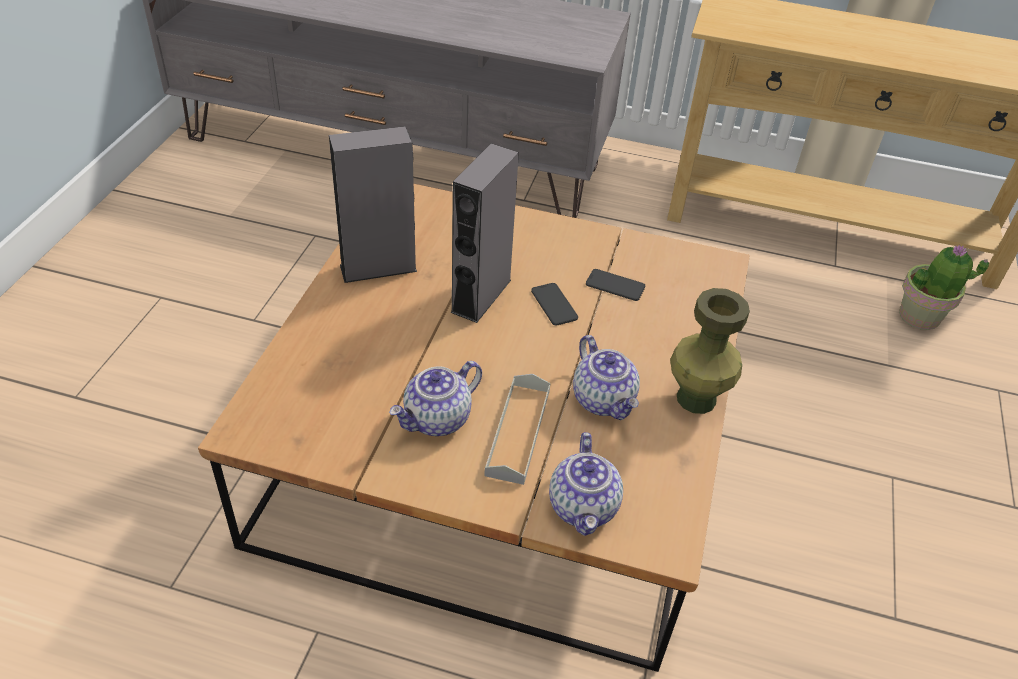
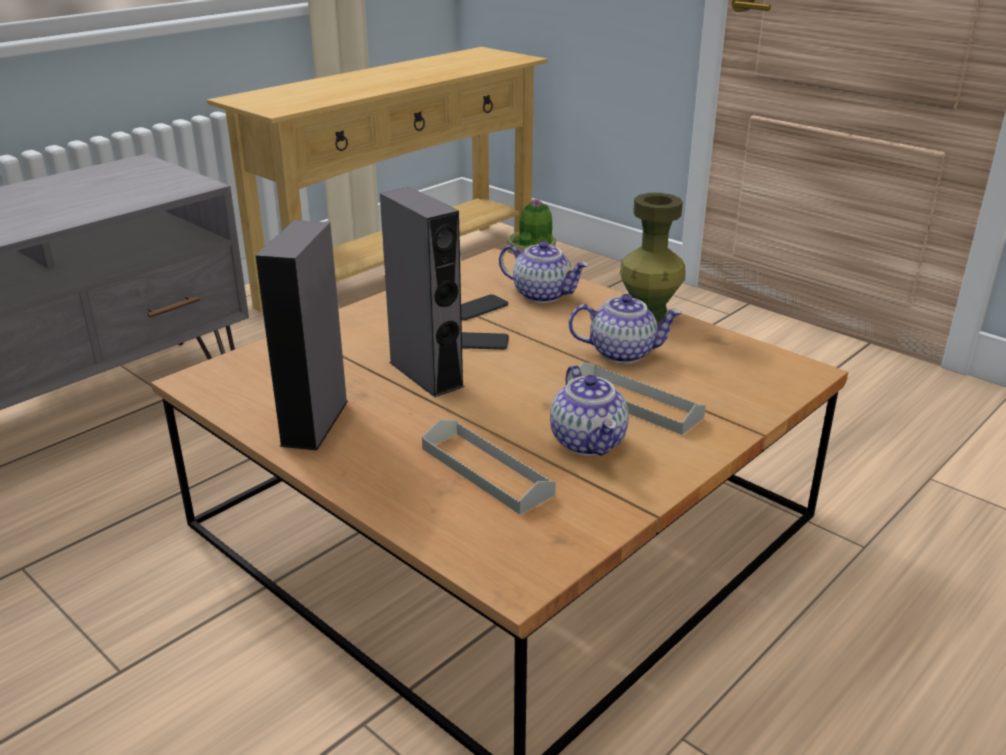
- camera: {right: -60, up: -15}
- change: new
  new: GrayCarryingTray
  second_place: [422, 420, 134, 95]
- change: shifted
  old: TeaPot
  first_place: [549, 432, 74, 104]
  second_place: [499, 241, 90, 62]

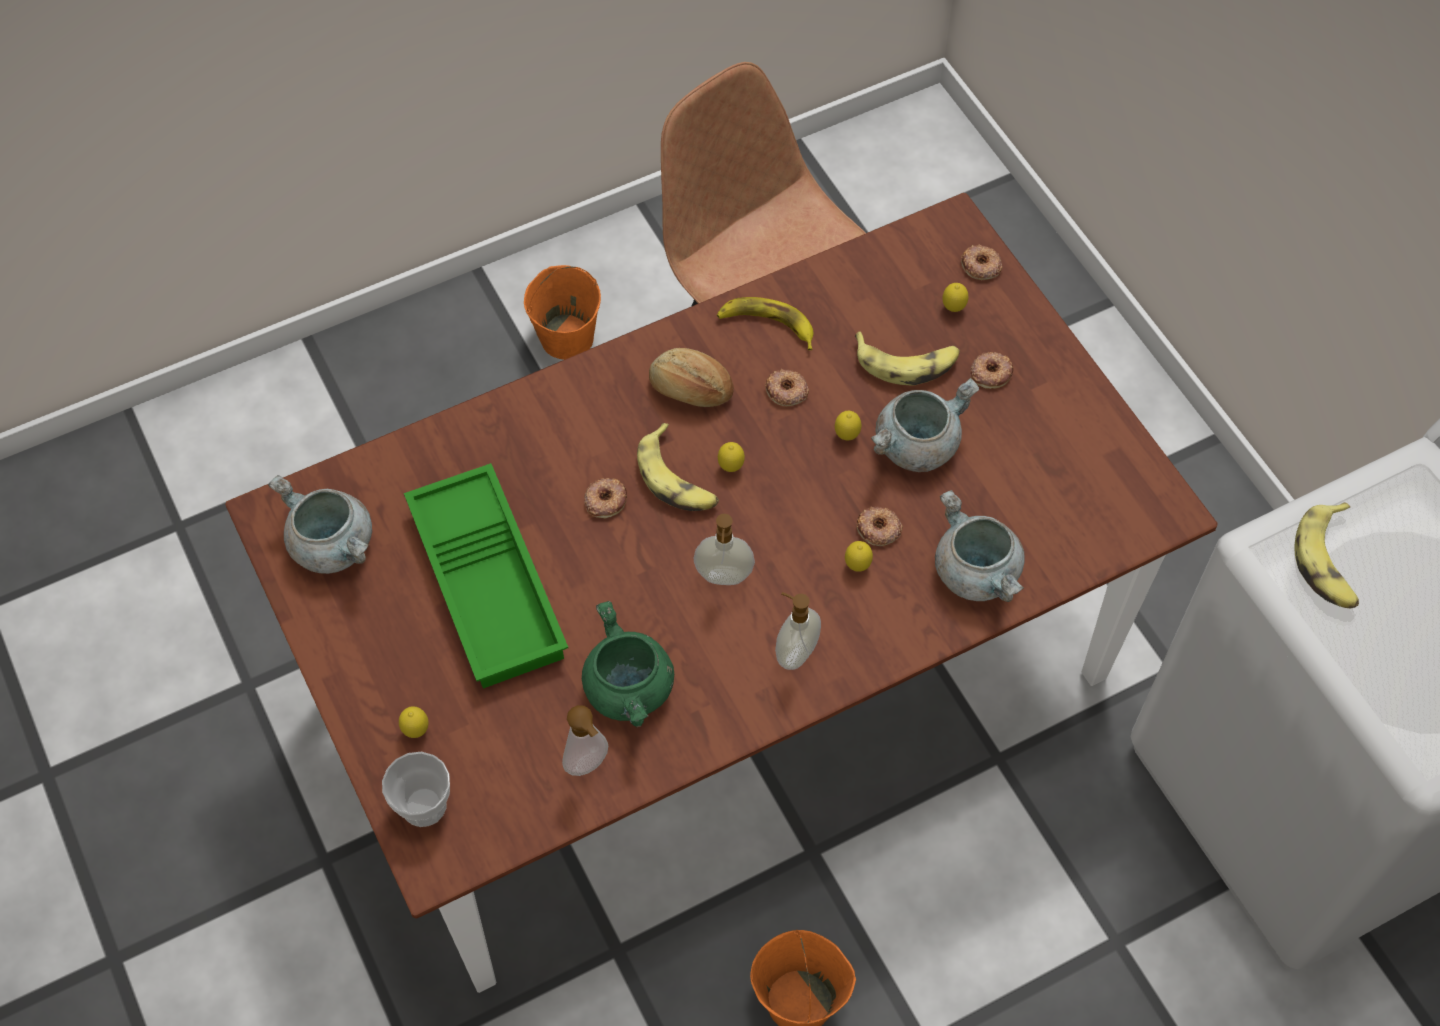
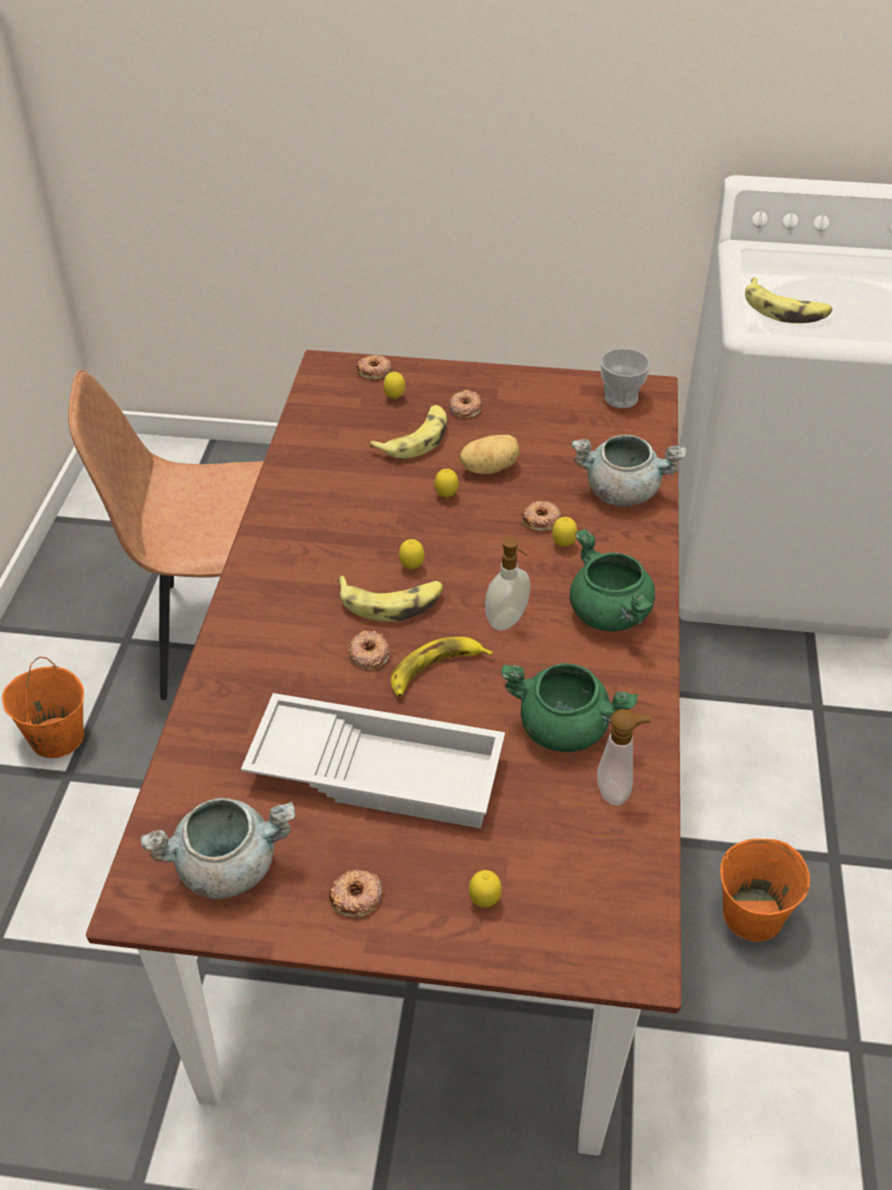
- camera: {right: -55, up: -15}
- change: repainted
  old: GreenColouredCarryingTray
  new: WhiteCarryingTray
  first_place: [404, 463, 164, 225]
  second_place: [241, 693, 264, 135]
- change: shifted
  old: RingDoughnut
  first_place: [765, 369, 44, 37]
  second_place: [329, 869, 54, 48]
- change: shifted
  old: BananaFruit
  first_place: [717, 297, 96, 53]
  second_place: [391, 637, 103, 60]
- change: swapped
  old: GrayStockpot
  new: Spud
  first_place: [871, 378, 108, 94]
  second_place: [459, 435, 60, 39]
- change: swapped
  old: SoapBottle
  new: GreenColouredStockpot
  first_place: [775, 592, 46, 78]
  second_place: [570, 529, 85, 102]
- change: shifted
  old: DrinkingCup
  first_place: [382, 752, 68, 75]
  second_place: [601, 348, 49, 60]
- change: gone
  old: Bread
  first_place: [649, 348, 85, 59]

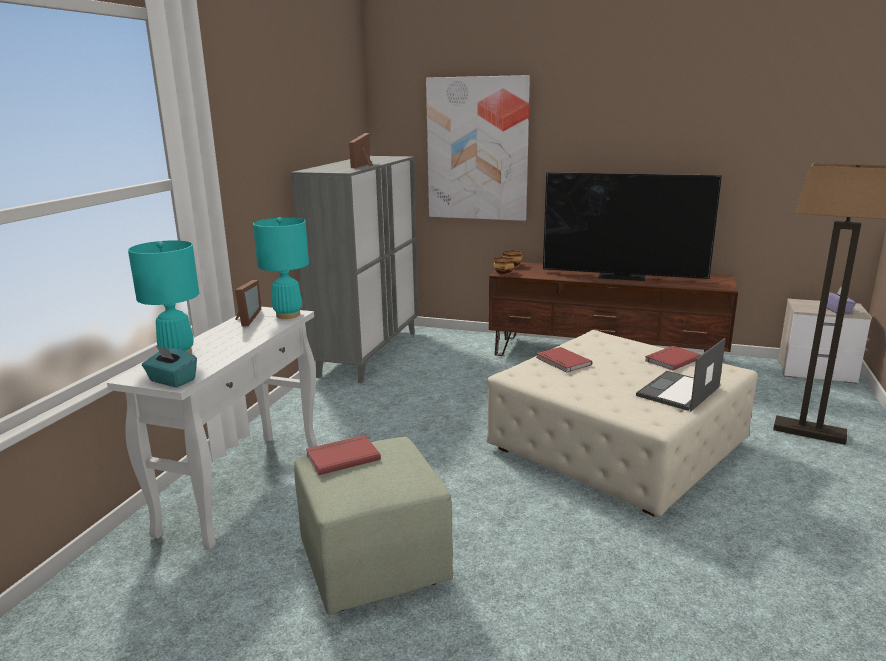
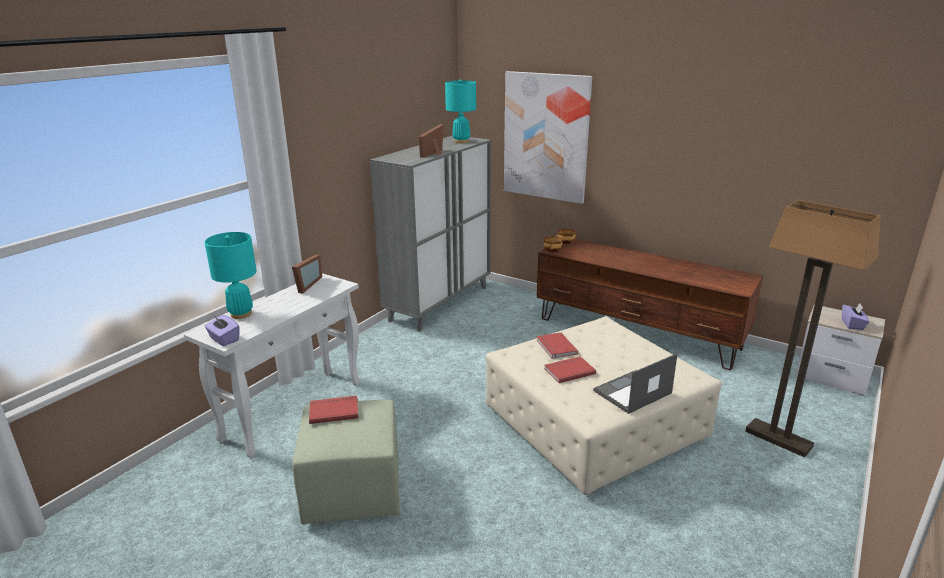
- camera: {right: 15, up: 5}
- change: repainted
  old: BlueGreenTissueBox
  new: PurpleTissueBox
  first_place: [142, 346, 55, 41]
  second_place: [204, 315, 35, 31]
- change: shifted
  old: BlueGreenLampForATable
  first_place: [253, 217, 56, 102]
  second_place: [445, 79, 31, 64]
- change: shifted
  old: RedColouredBook
  first_place: [645, 346, 56, 24]
  second_place: [544, 356, 52, 27]
- change: gone
  old: Tv
  first_place: [543, 172, 179, 109]

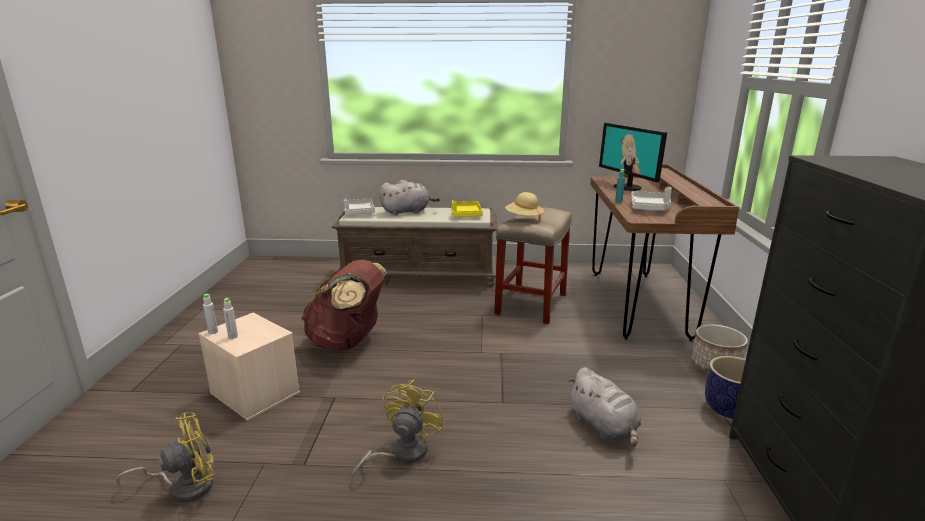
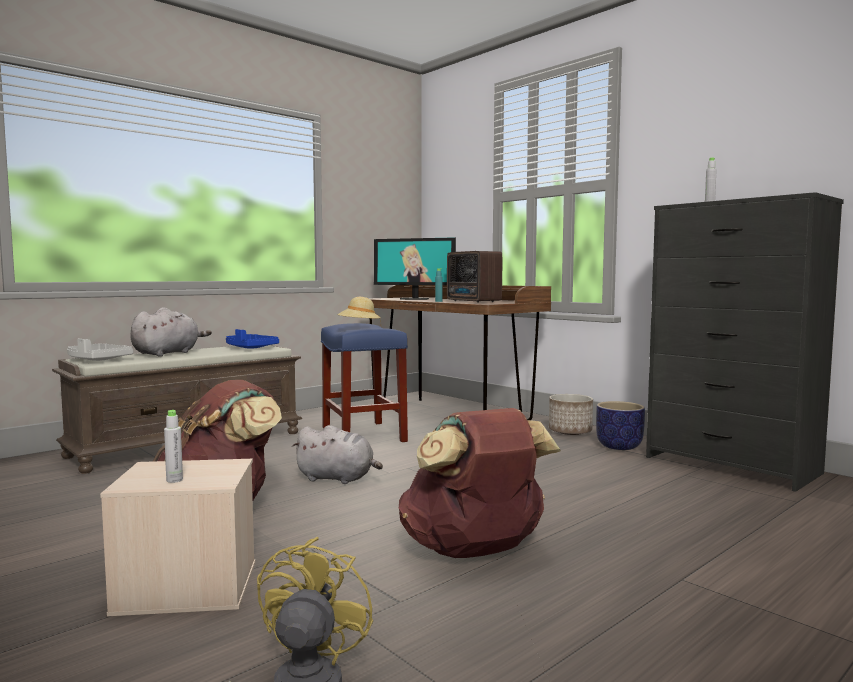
- camera: {right: -45, up: -15}
- change: repainted
  old: YellowCarryingTray
  new: BlueColouredCarryingTray
  first_place: [451, 200, 32, 17]
  second_place: [226, 329, 53, 20]
- change: shifted
  old: GraySoftToy
  first_place: [568, 367, 73, 80]
  second_place: [292, 425, 91, 59]
- change: repainted
  old: SandColouredStoolSeat
  new: BlueColouredStoolSeat
  first_place: [494, 207, 78, 117]
  second_place: [321, 323, 87, 119]
- change: swapped
  old: YellowElectricFan
  new: BrownBackpack
  first_place: [351, 380, 93, 100]
  second_place: [399, 408, 162, 150]
- change: swapped
  old: GrayCarryingTray
  new: RadioReceiver
  first_place: [631, 187, 41, 24]
  second_place: [447, 251, 55, 52]
- change: shifted
  old: GrayBeverageBottle
  first_place: [203, 294, 15, 40]
  second_place: [705, 158, 12, 44]

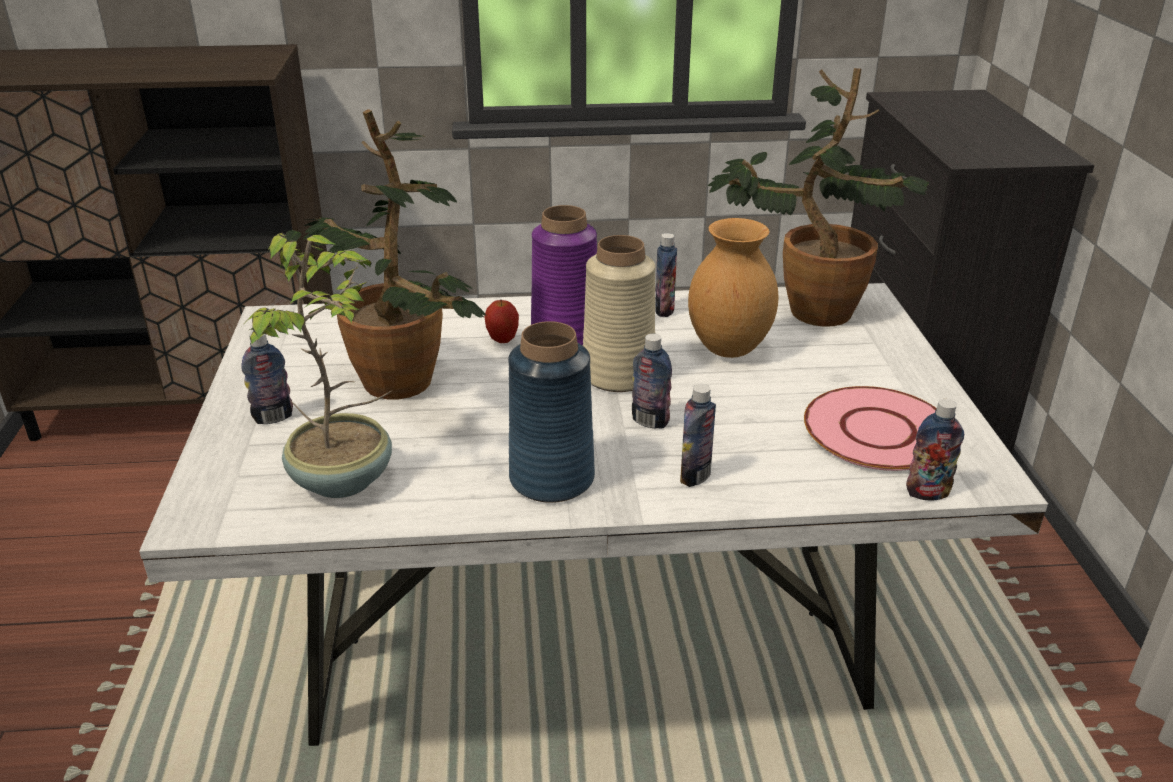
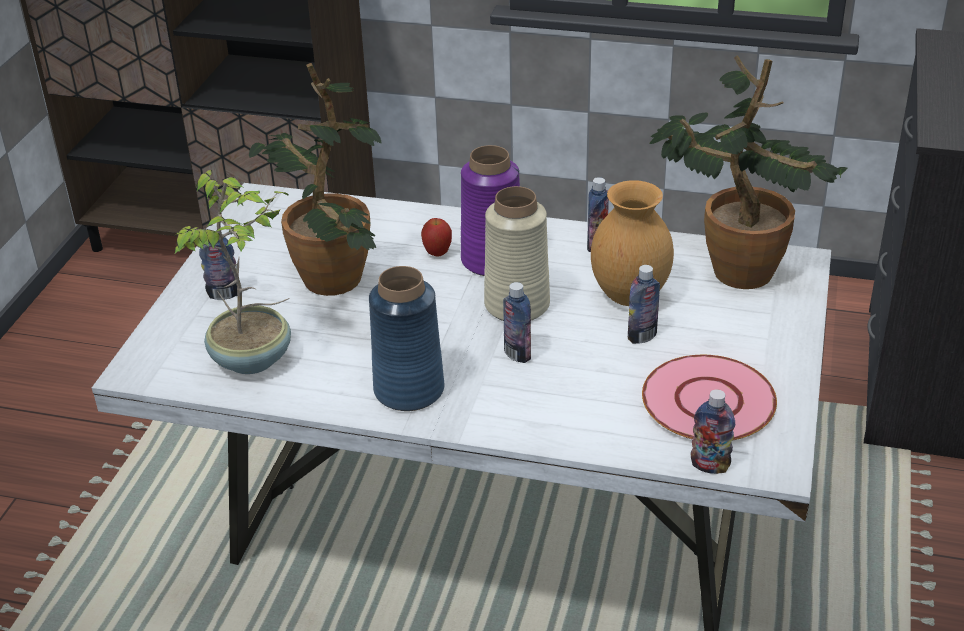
- camera: {right: 20, up: 5}
- change: shifted
  old: BeverageBottle
  first_place: [680, 384, 36, 103]
  second_place: [628, 265, 32, 79]

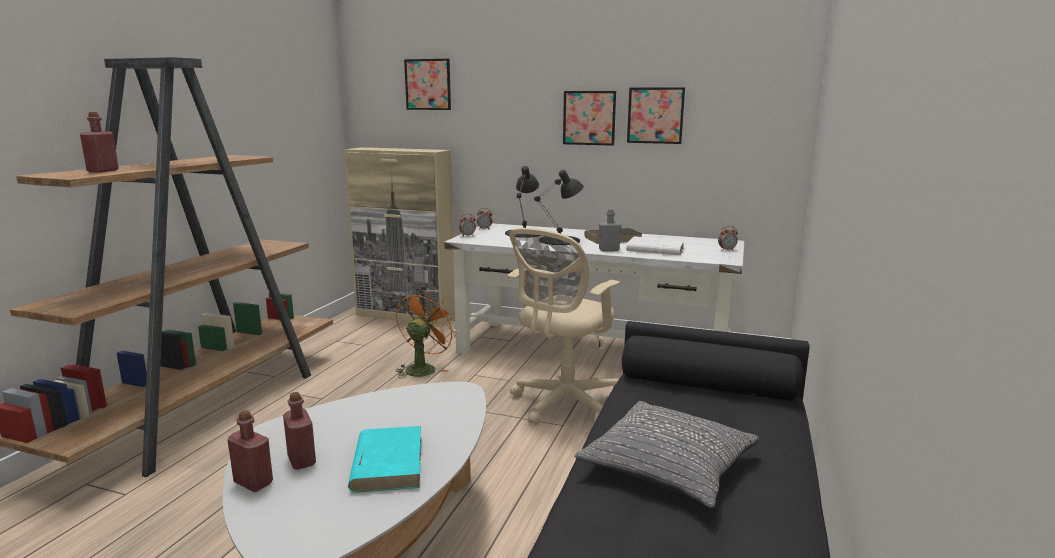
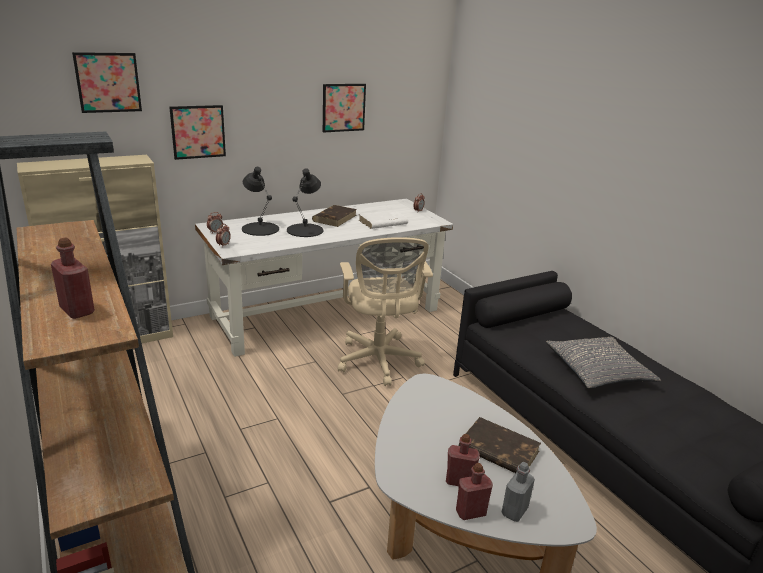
- camera: {right: -50, up: 10}
- change: shifted
  old: Picture
  first_place: [563, 91, 53, 55]
  second_place: [169, 105, 57, 55]
- change: repainted
  old: BlueGreenBook
  new: BrownBook
  first_place: [348, 426, 74, 67]
  second_place: [459, 417, 82, 56]
- change: shifted
  old: GrayBeverageBottle
  first_place: [599, 209, 23, 43]
  second_place: [501, 462, 34, 60]
- change: gone
  old: OrangeyElectricFan
  first_place: [395, 291, 62, 87]

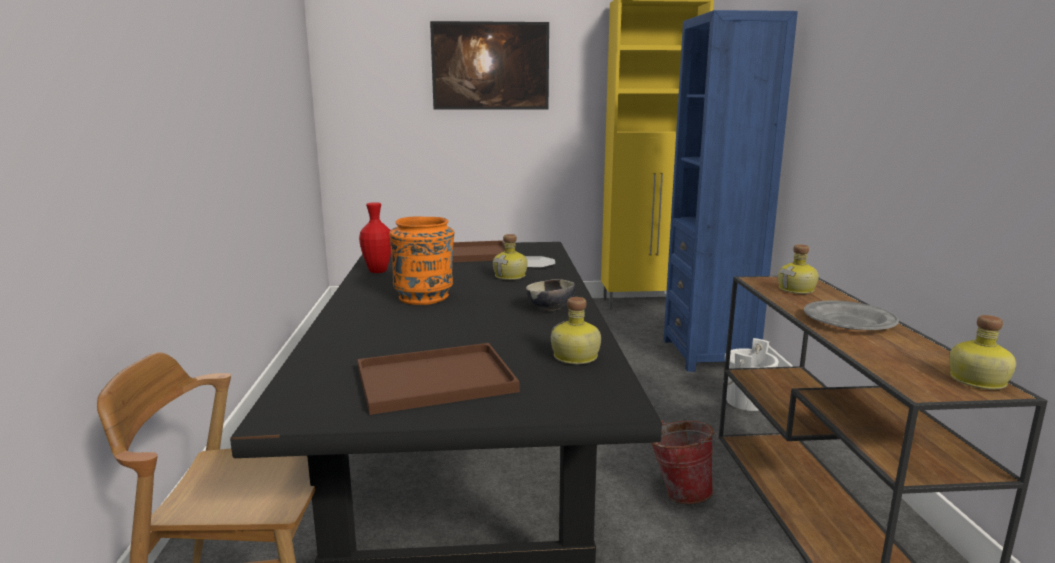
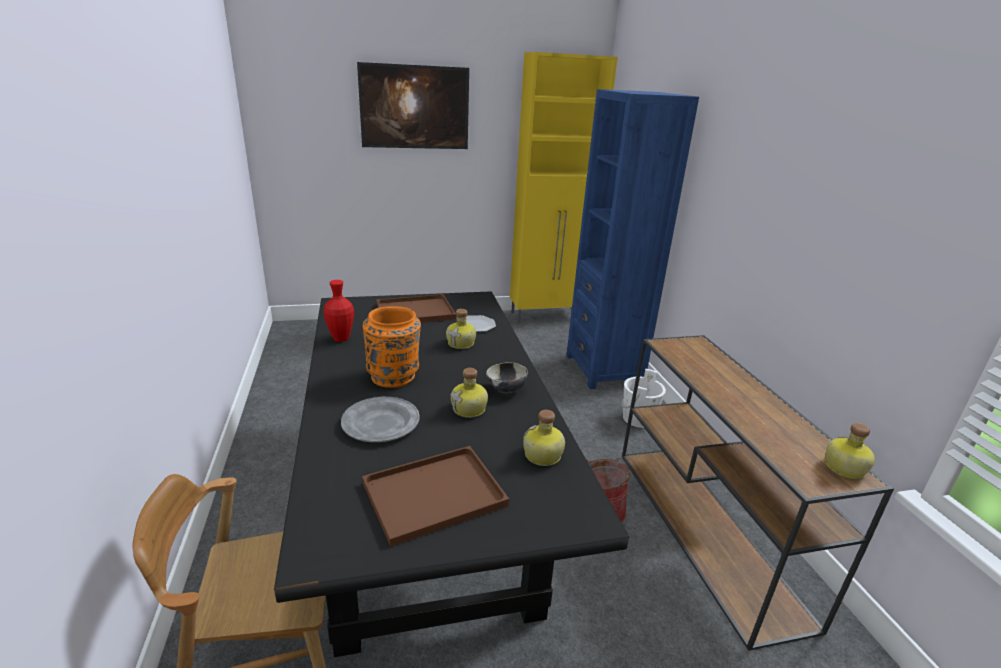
- camera: {right: -10, up: 10}
- change: shifted
  old: GrayFlatDish
  first_place: [804, 300, 95, 30]
  second_place: [341, 397, 79, 45]
- change: shifted
  old: BeverageBottle
  first_place: [778, 244, 41, 50]
  second_place: [451, 368, 37, 50]

